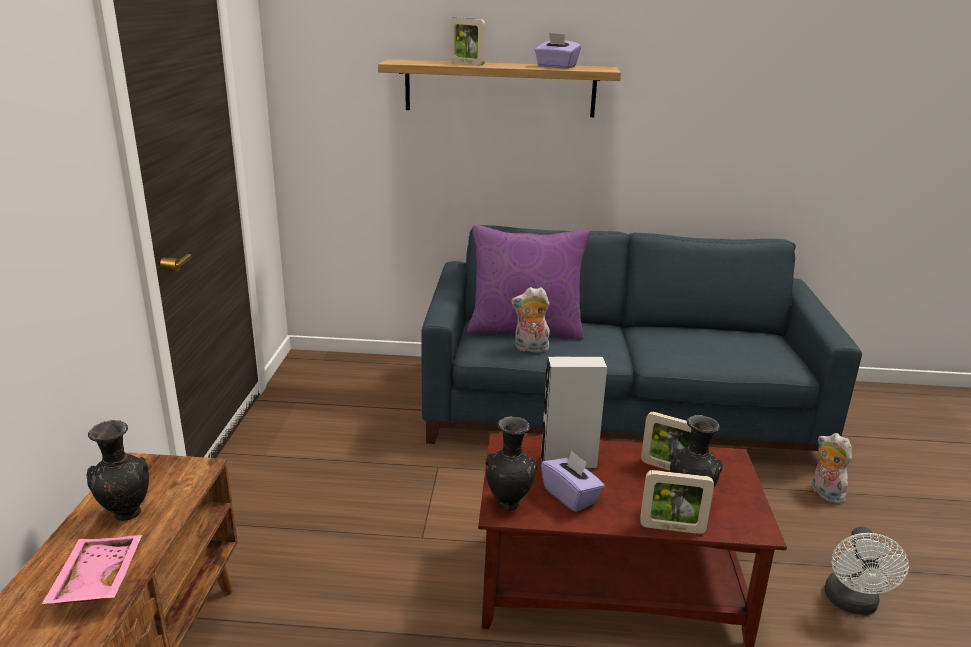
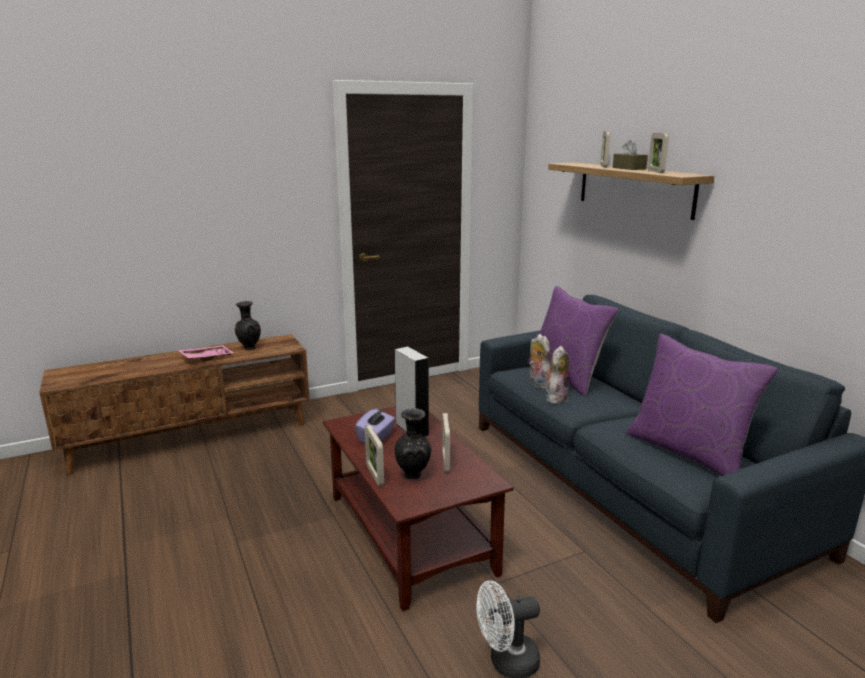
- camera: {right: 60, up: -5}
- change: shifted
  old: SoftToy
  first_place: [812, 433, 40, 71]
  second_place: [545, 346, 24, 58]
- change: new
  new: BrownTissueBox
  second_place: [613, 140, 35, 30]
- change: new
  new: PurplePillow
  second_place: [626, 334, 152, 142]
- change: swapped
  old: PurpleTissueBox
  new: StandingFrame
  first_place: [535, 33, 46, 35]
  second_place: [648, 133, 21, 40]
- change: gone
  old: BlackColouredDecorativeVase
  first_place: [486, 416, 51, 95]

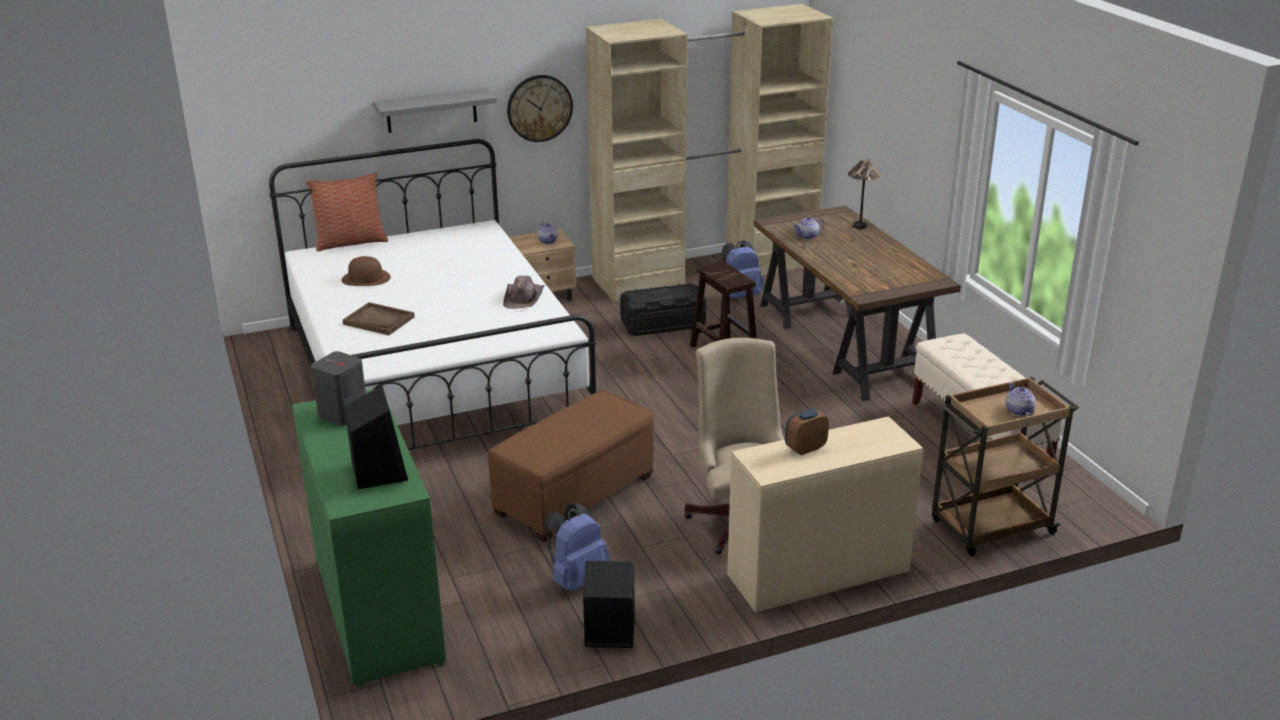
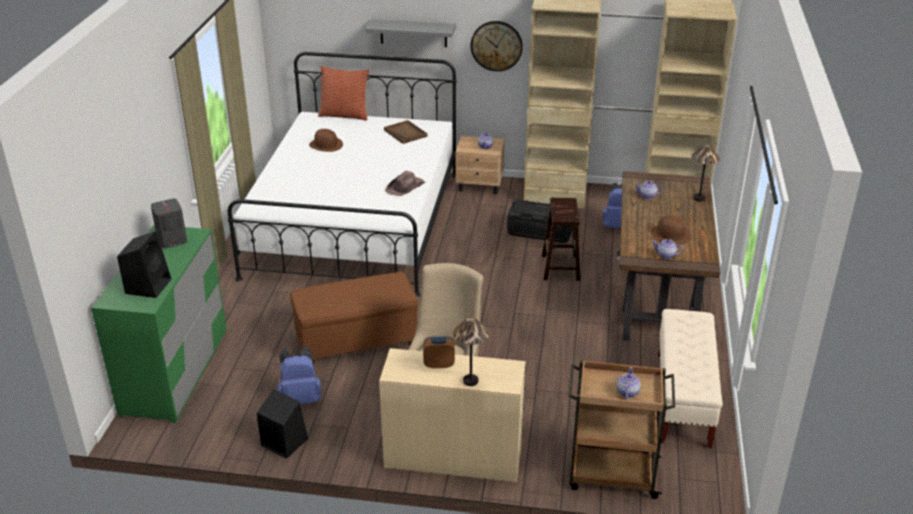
- camera: {right: 30, up: 5}
- change: shifted
  old: BrownCarryingTray
  first_place: [343, 302, 72, 33]
  second_place: [384, 120, 43, 24]
- change: new
  new: LampForATable
  second_place: [453, 317, 36, 69]
- change: new
  new: BrownWearableHat
  second_place: [651, 215, 40, 30]
- change: new
  new: TeaPot
  second_place: [652, 239, 32, 20]

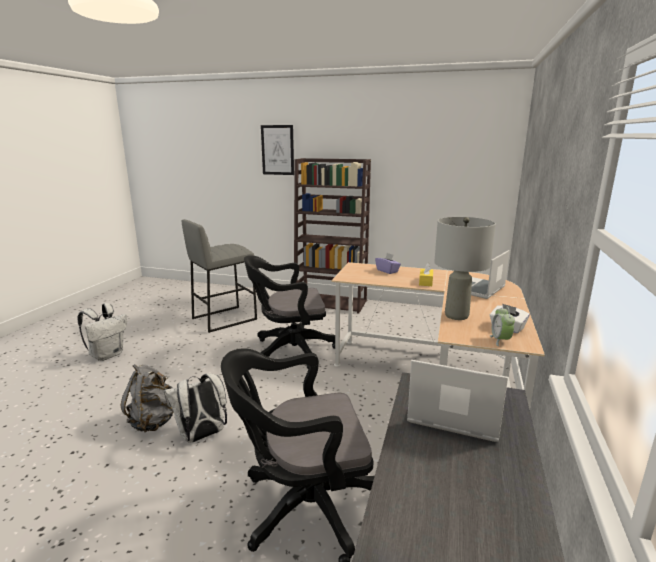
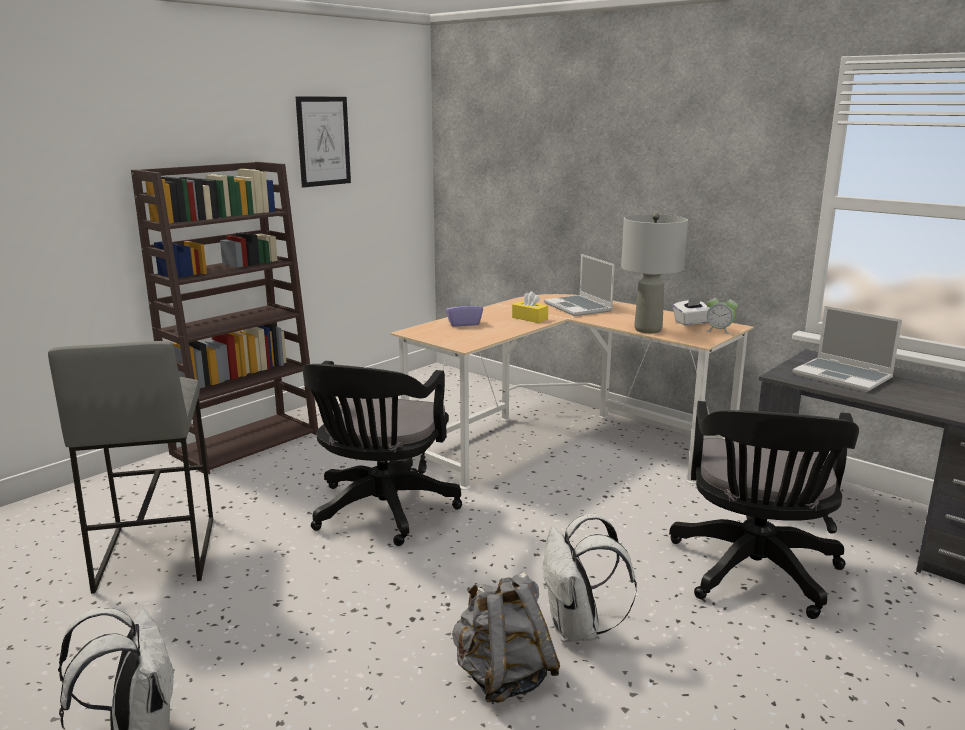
- camera: {right: -65, up: 0}
- change: shifted
  old: Picture
  first_place: [261, 125, 33, 50]
  second_place: [296, 97, 55, 91]
- change: rotated
  old: PortableComputer
  first_place: [407, 360, 101, 82]
  second_place: [792, 306, 110, 86]
  degrees: -90

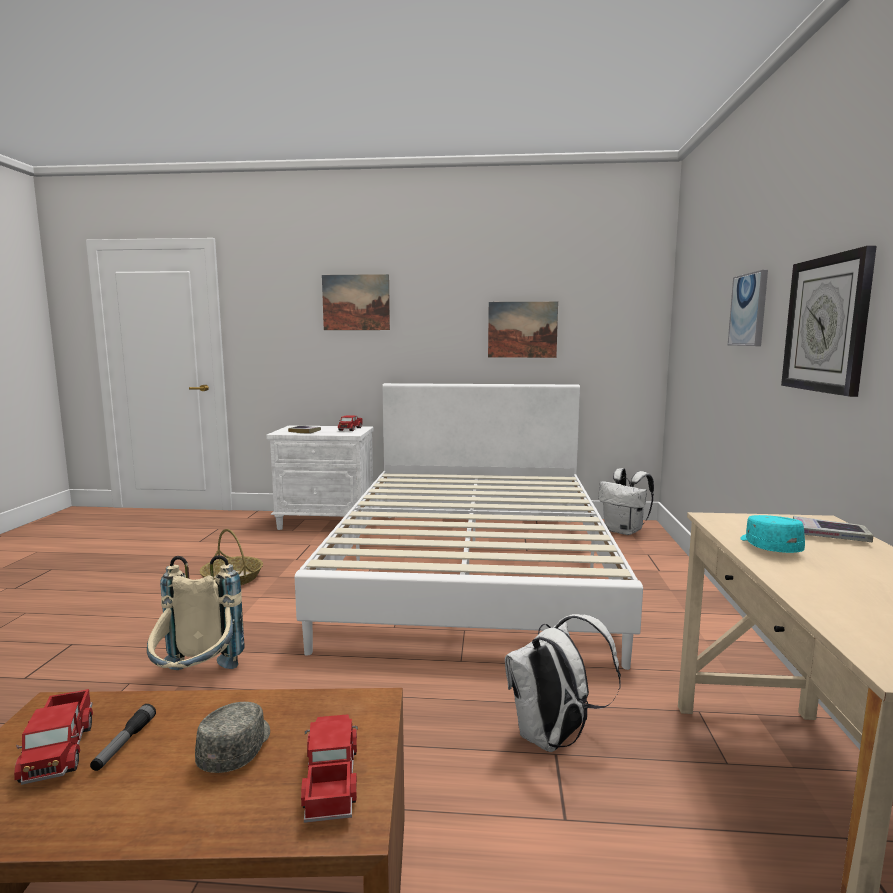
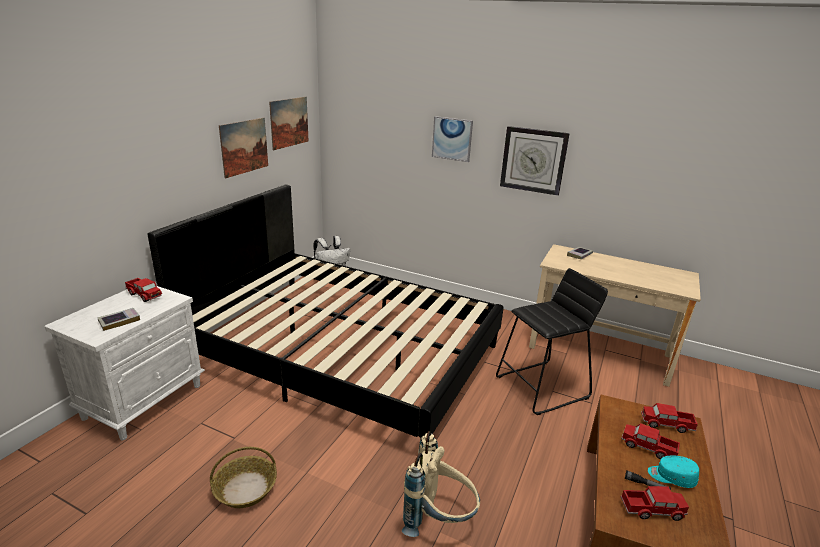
- camera: {right: -70, up: 15}
- change: repainted
  old: WhiteSleepingBed
  new: BlackColouredSleepingBed
  first_place: [295, 383, 348, 287]
  second_place: [148, 185, 356, 256]
- change: shifted
  old: Picture
  first_place: [322, 274, 68, 56]
  second_place: [269, 97, 39, 53]
- change: swapped
  old: WhiteBackpack
  new: BlackColouredStoolSeat
  first_place: [505, 614, 116, 138]
  second_place: [496, 268, 112, 147]
- change: swapped
  old: GrayBaseballCap
  new: ToyTruck
  first_place: [195, 702, 75, 71]
  second_place: [621, 423, 59, 36]
- change: shifted
  old: BlueGreenBaseballCap
  first_place: [740, 515, 65, 38]
  second_place: [648, 455, 51, 33]

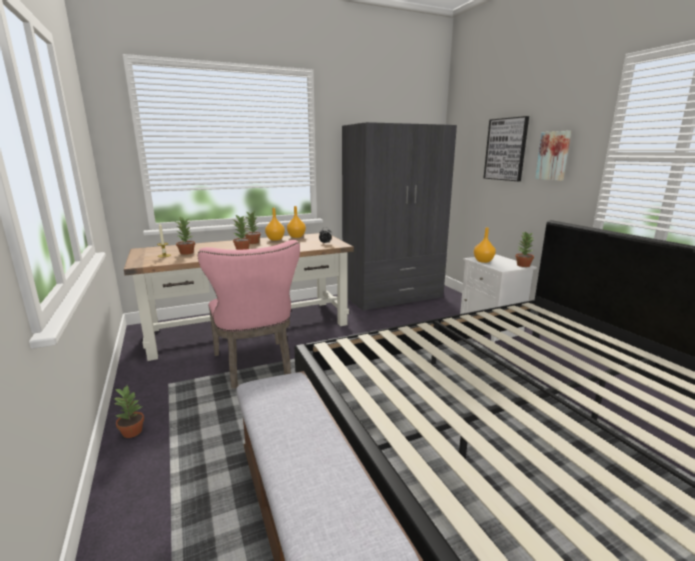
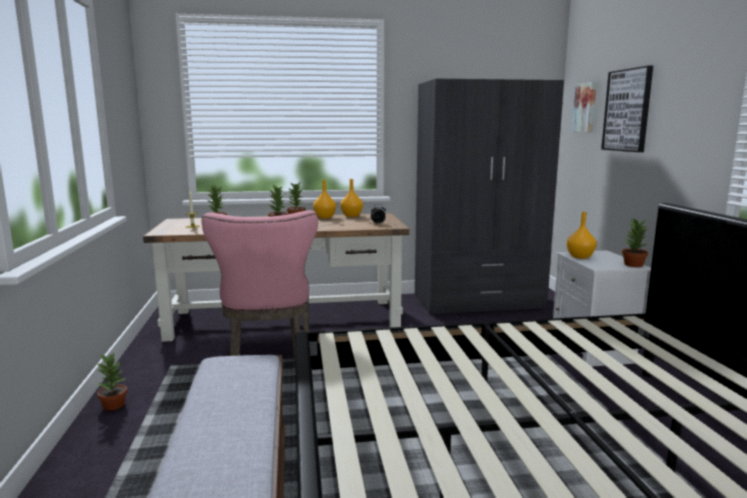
- camera: {right: 15, up: -5}
- change: shifted
  old: Picture
  first_place: [535, 131, 36, 50]
  second_place: [572, 82, 25, 51]

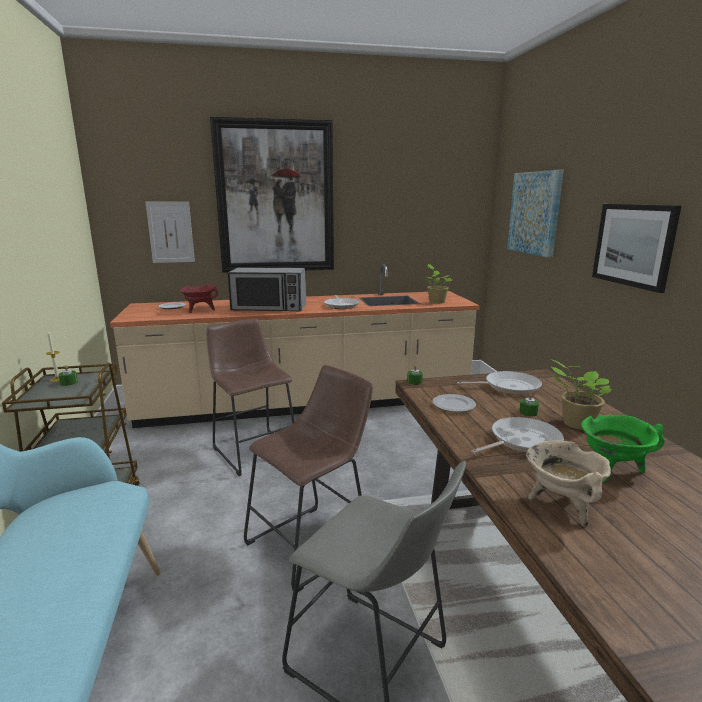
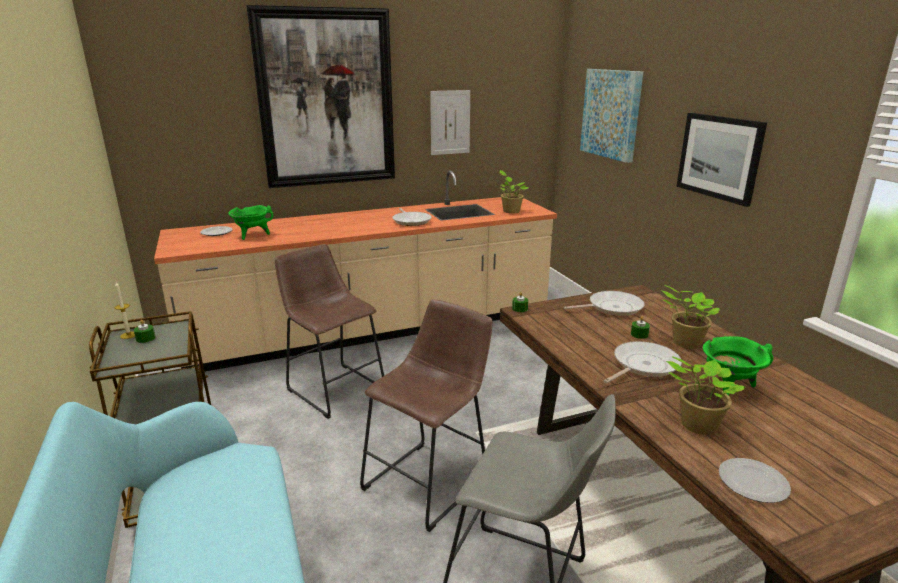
- camera: {right: -10, up: 5}
- change: repainted
  old: RedColouredStockpot
  new: GreenColouredStockpot
  first_place: [180, 285, 38, 28]
  second_place: [228, 205, 45, 35]
- change: shifted
  old: Picture
  first_place: [146, 201, 49, 62]
  second_place: [430, 90, 40, 65]
- change: swapped
  old: SandColouredStockpot
  new: Houseplant
  first_place: [526, 440, 85, 87]
  second_place: [666, 356, 80, 79]
- change: shifted
  old: FlatDish
  first_place: [432, 394, 44, 18]
  second_place: [719, 458, 72, 45]
- change: gone
  old: Microwave
  first_place: [228, 267, 78, 45]

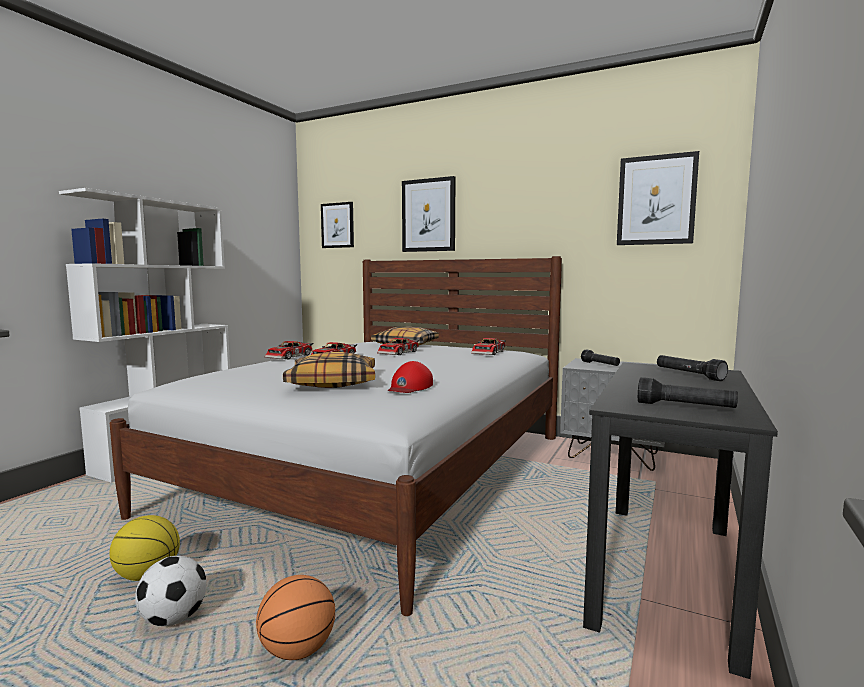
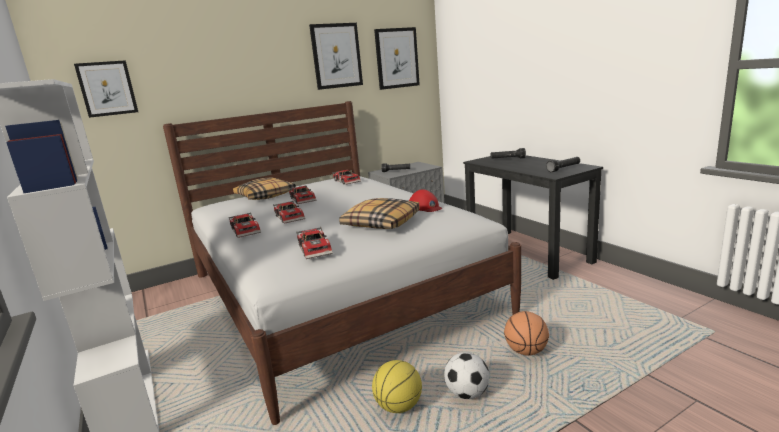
- camera: {right: -55, up: 10}
- change: new
  new: ModelCar
  second_place: [296, 227, 37, 32]
- change: shifted
  old: Picture
  first_place: [402, 176, 53, 76]
  second_place: [309, 23, 54, 67]

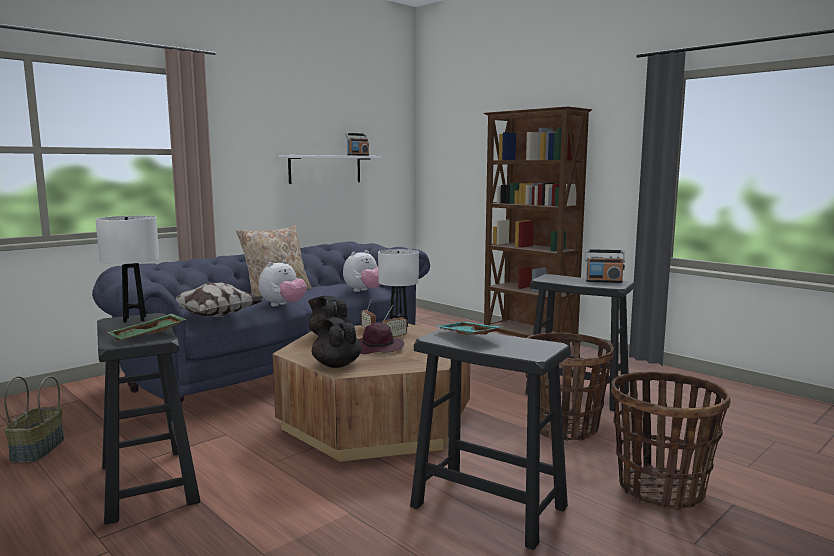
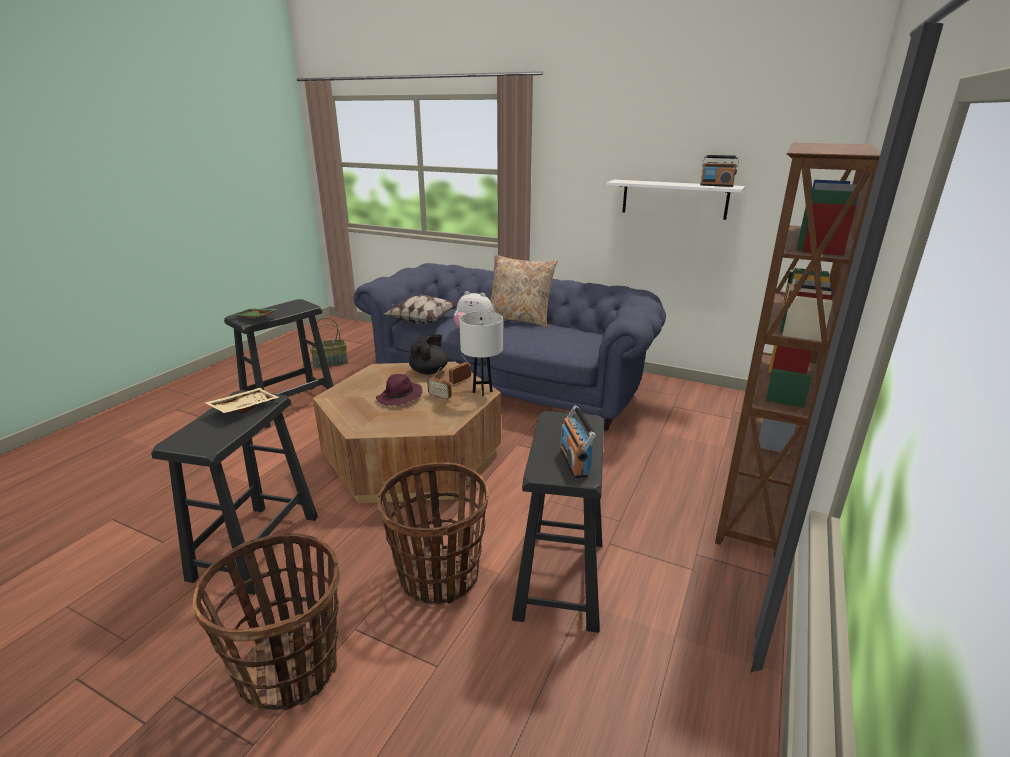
- camera: {right: 70, up: 15}
- change: repainted
  old: BlueGreenCarryingTray
  new: SandColouredCarryingTray
  first_place: [438, 322, 65, 13]
  second_place: [204, 388, 76, 25]
- change: gone
  old: WhiteLampForATable
  first_place: [95, 216, 64, 106]
- change: gone
  old: BlackColouredTeaPot
  first_place: [312, 317, 50, 51]
- change: gone
  old: SoftToy
  first_place: [343, 250, 37, 42]

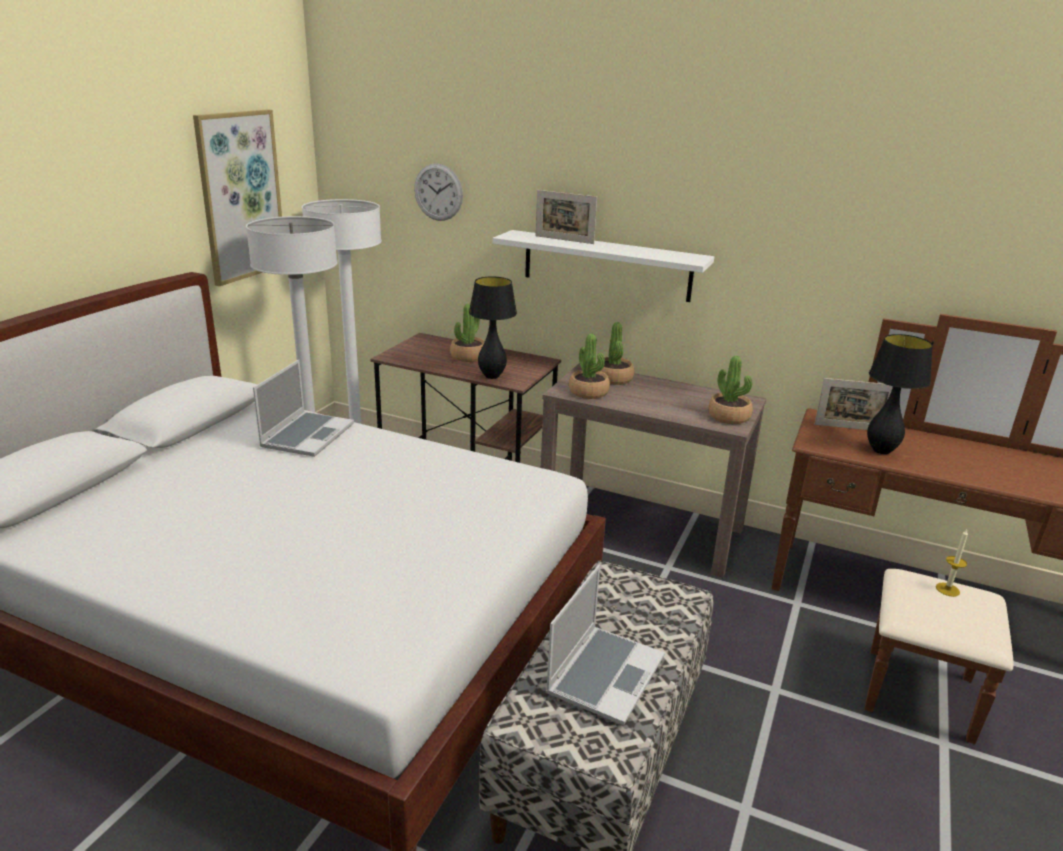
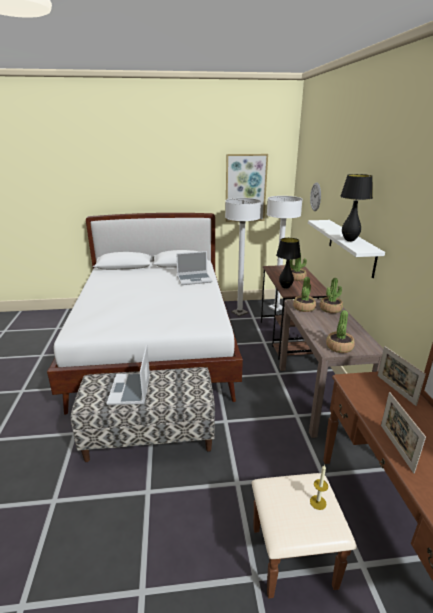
- camera: {right: 60, up: 0}
- change: rotated
  old: PortableComputer
  first_place: [546, 565, 119, 160]
  second_place: [106, 345, 44, 60]
  degrees: 90
- change: shifted
  old: BlackColouredLampForATable
  first_place: [867, 334, 66, 120]
  second_place: [340, 174, 33, 67]
- change: shifted
  old: StandingFrame
  first_place: [536, 190, 61, 54]
  second_place: [381, 392, 45, 81]

